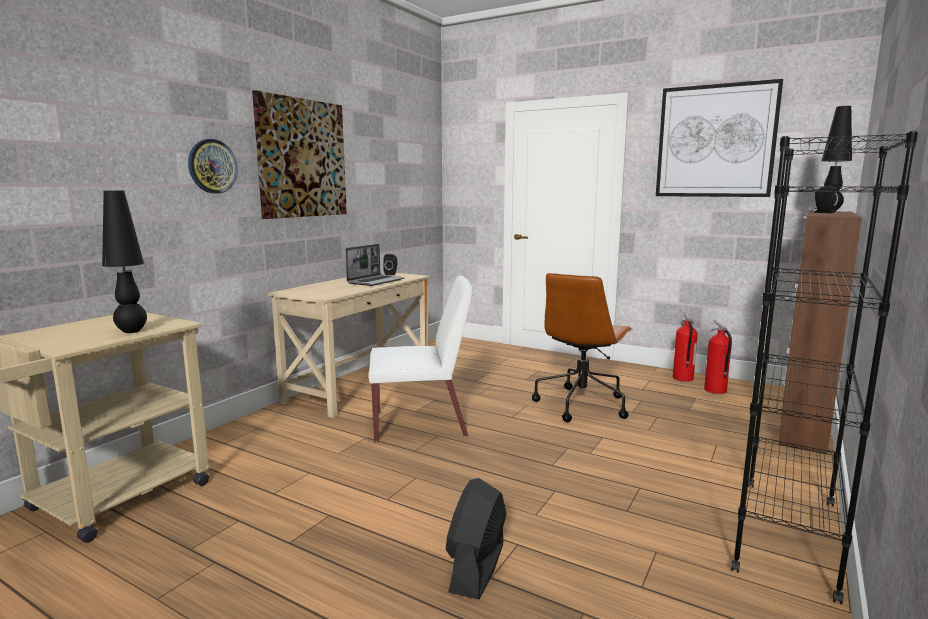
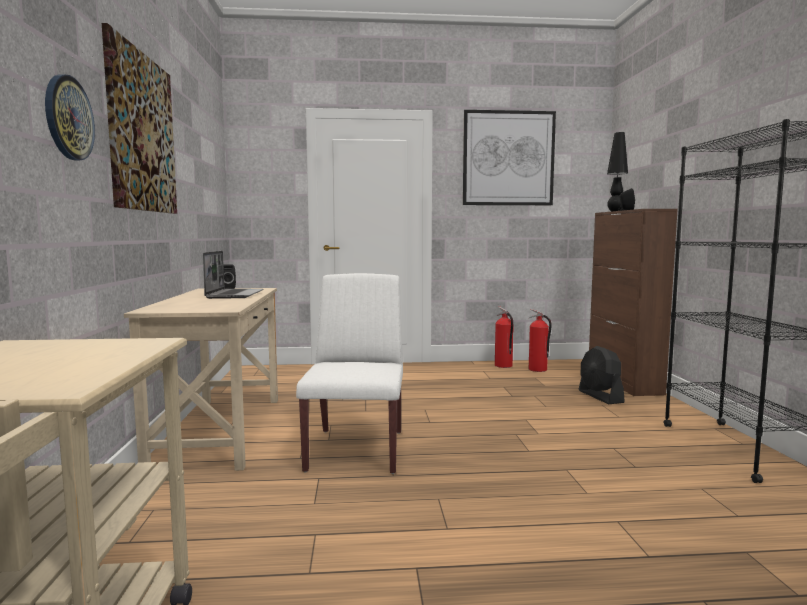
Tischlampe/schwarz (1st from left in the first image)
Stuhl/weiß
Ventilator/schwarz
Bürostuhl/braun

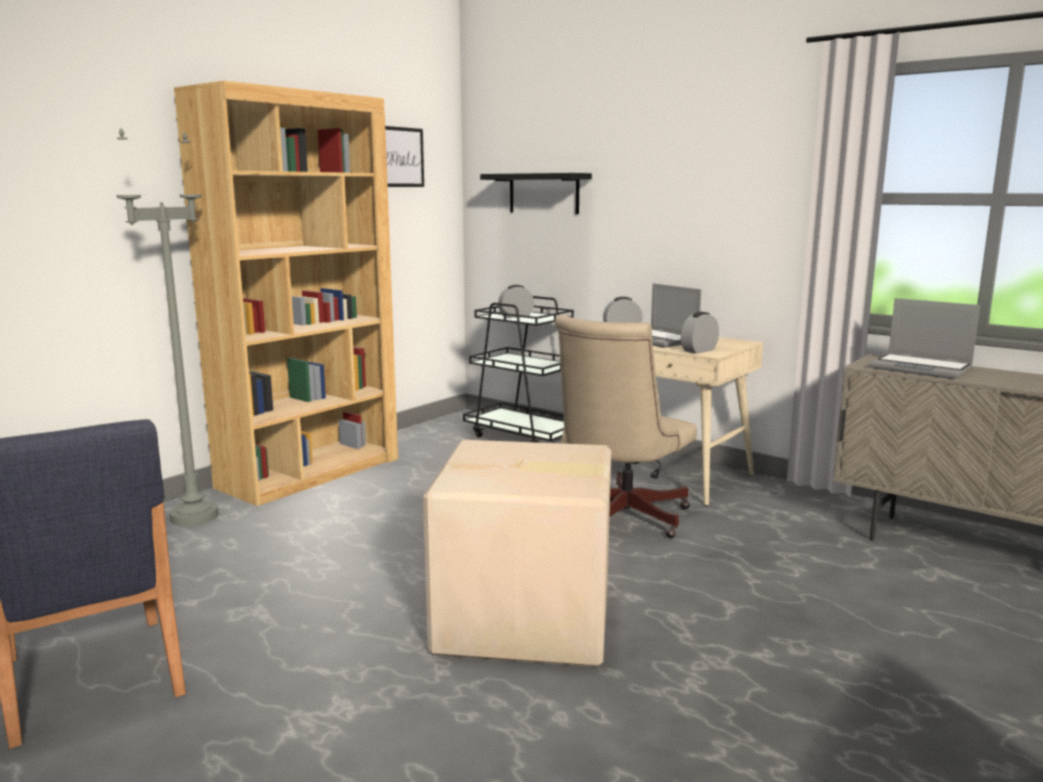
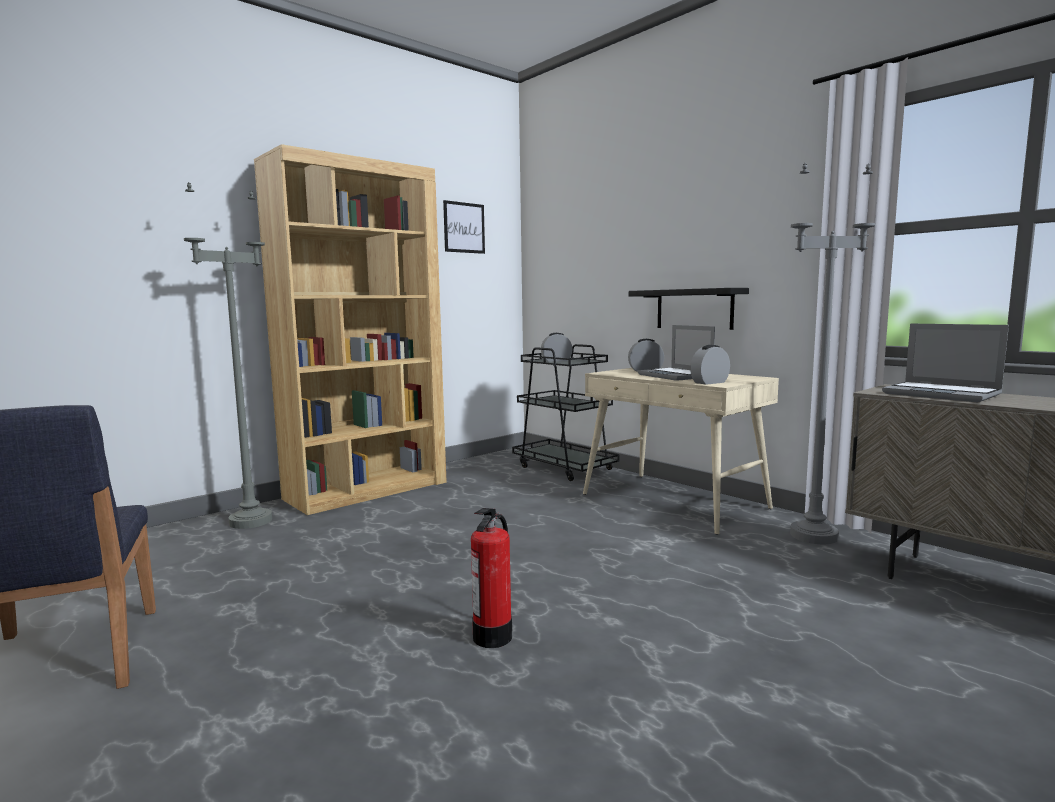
Feuerlöscher
Wandregal/schwarz
Bürostuhl/beige
Stehlampe/grau (2nd from left)

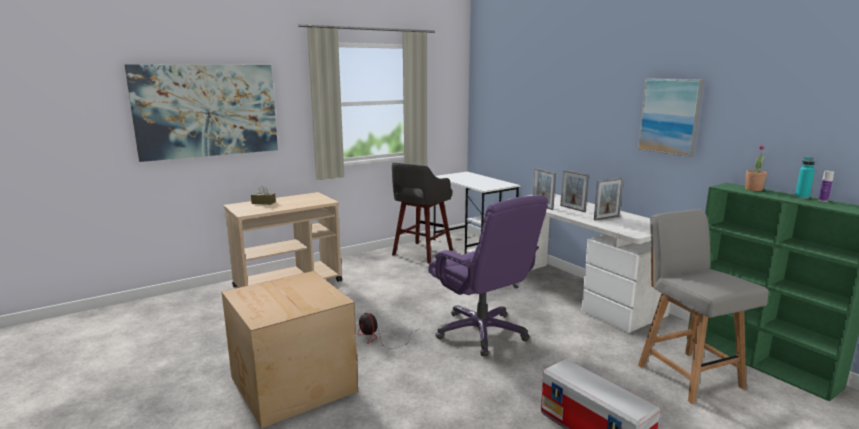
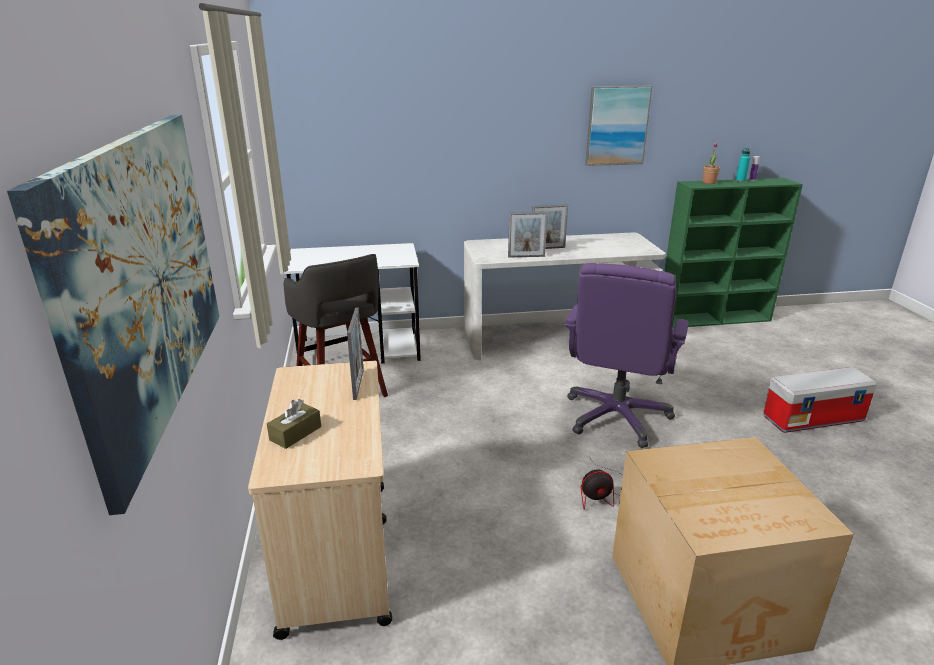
Bürostuhl/lila
Bilderrahmen (1st from left)
Stuhl/grau

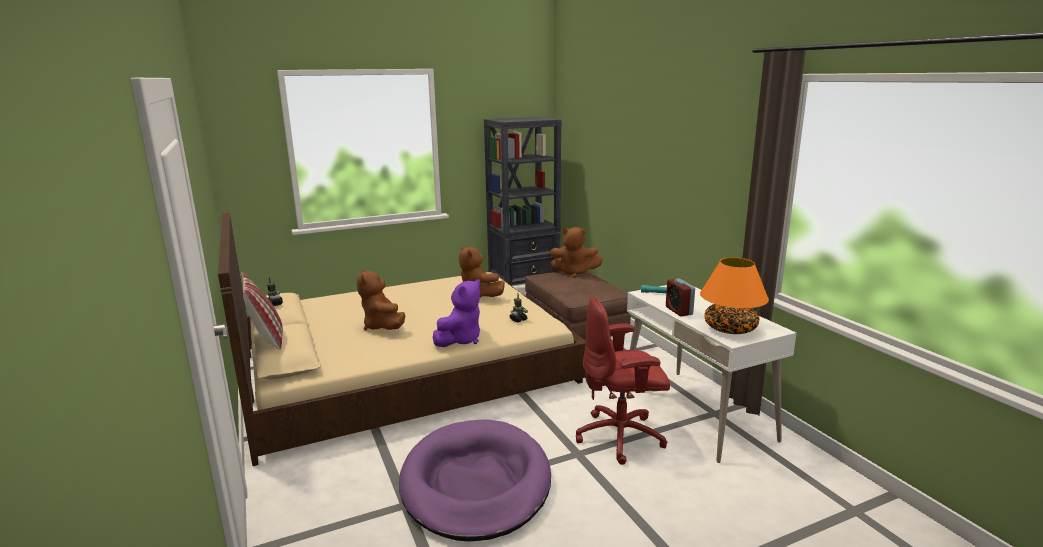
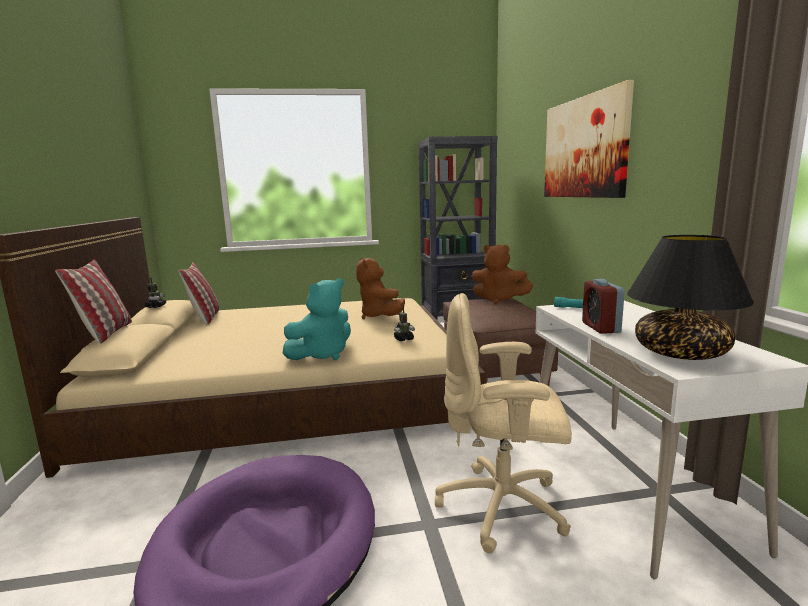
Plüschtier/braun (1st from left in the first image)
Plüschtier/türkis
Bürostuhl/beige
Tischlampe/schwarz
Kissen (2nd from left)
Bild

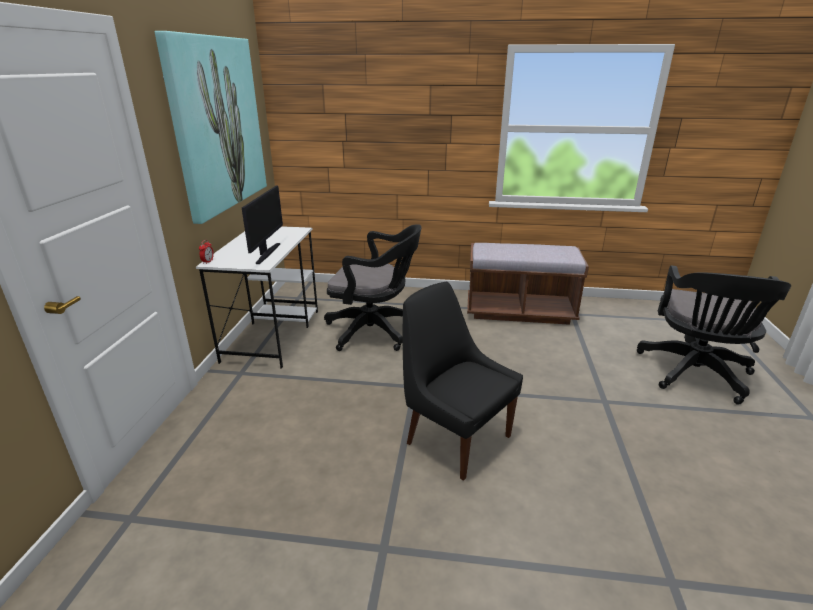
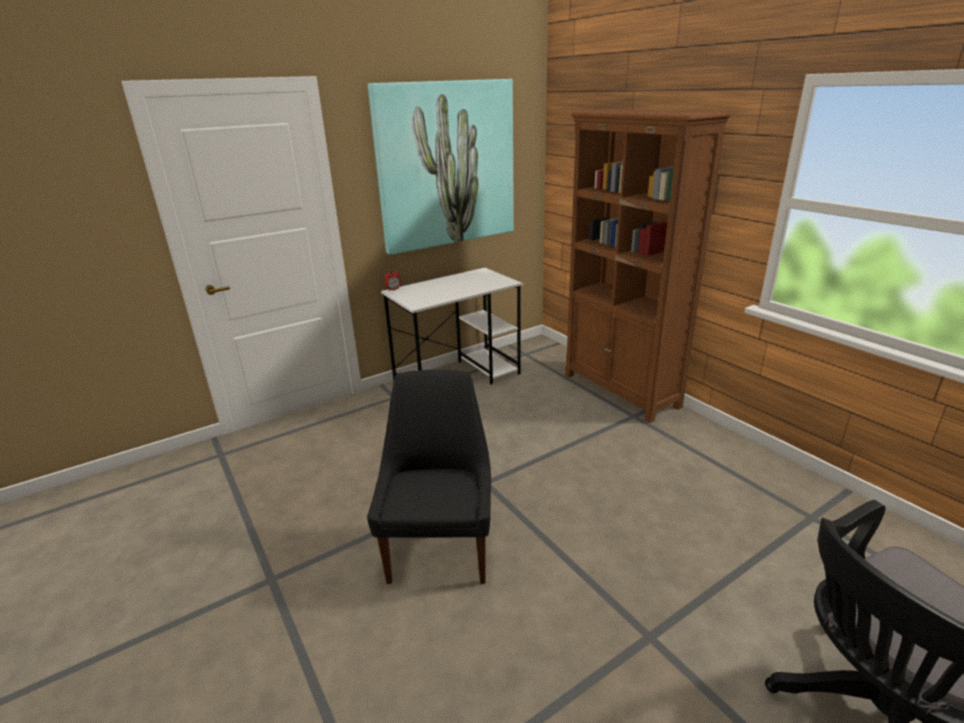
Monitor
Bürostuhl/schwarz (1st from left in the first image)
Bank/braun
Bücherregal/braun

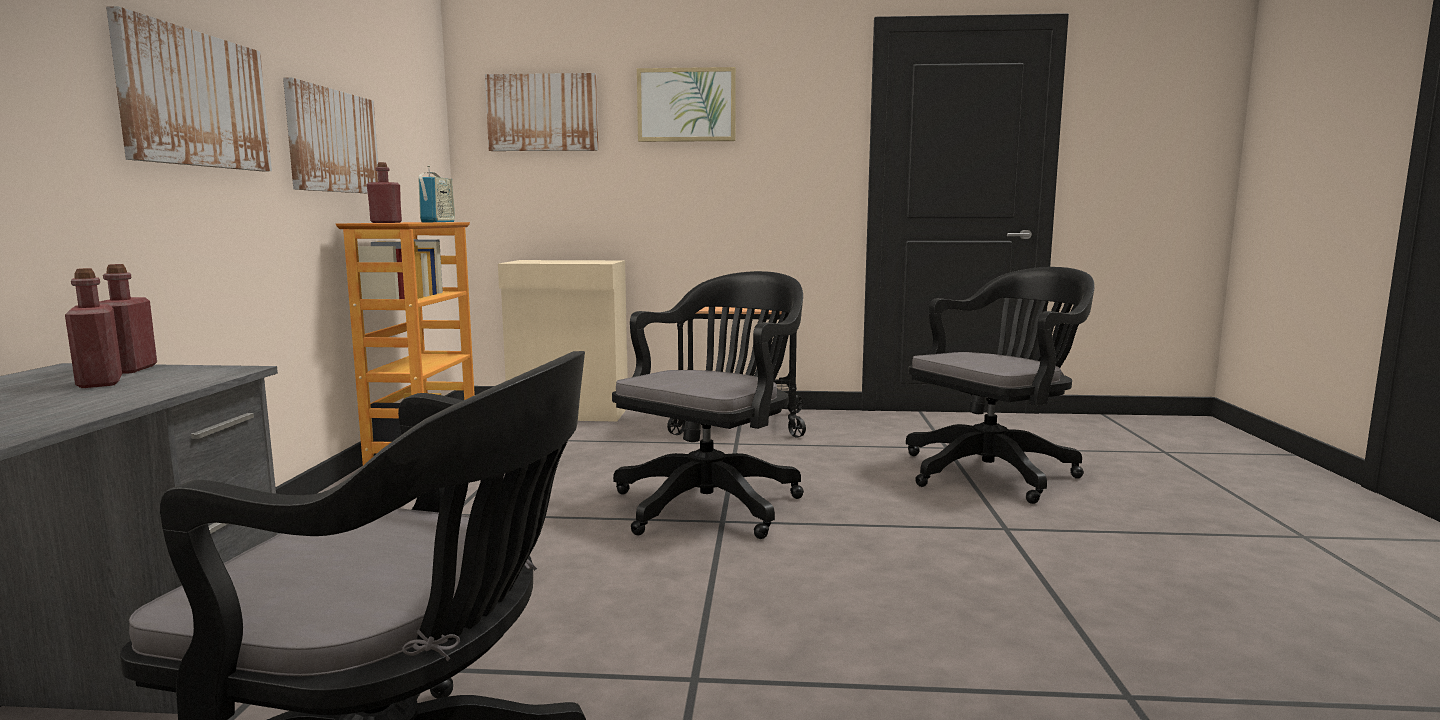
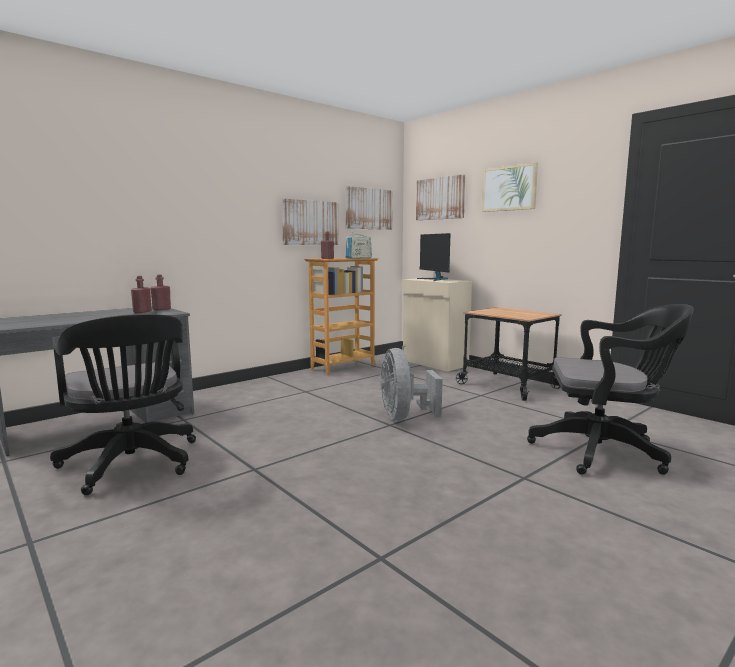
Bild (2nd from left)
Ventilator/grau
Monitor

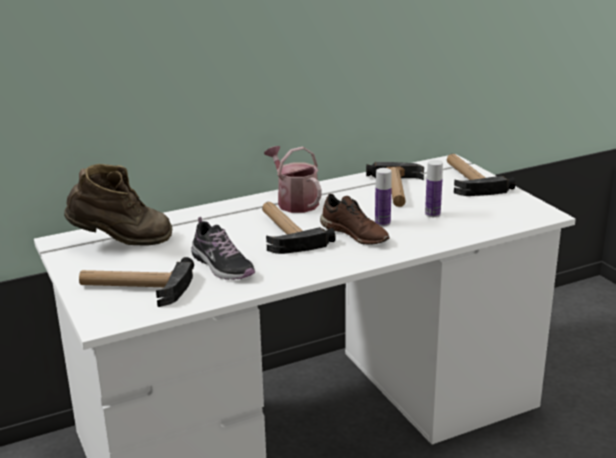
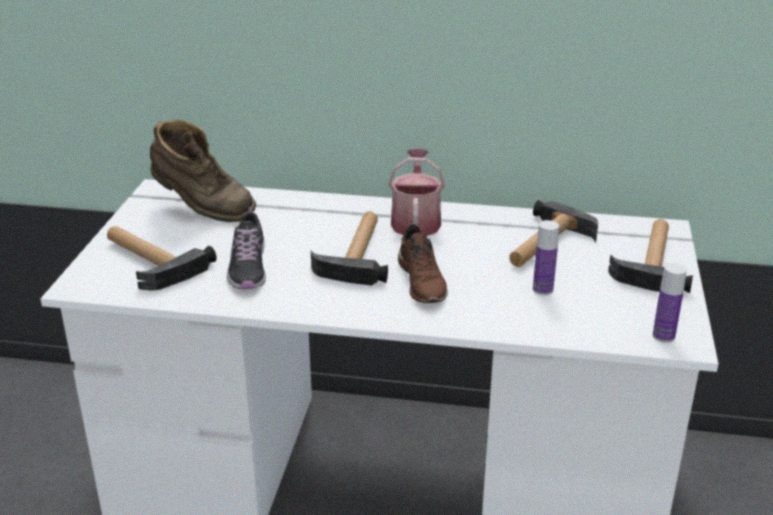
Flasche (2nd from left)

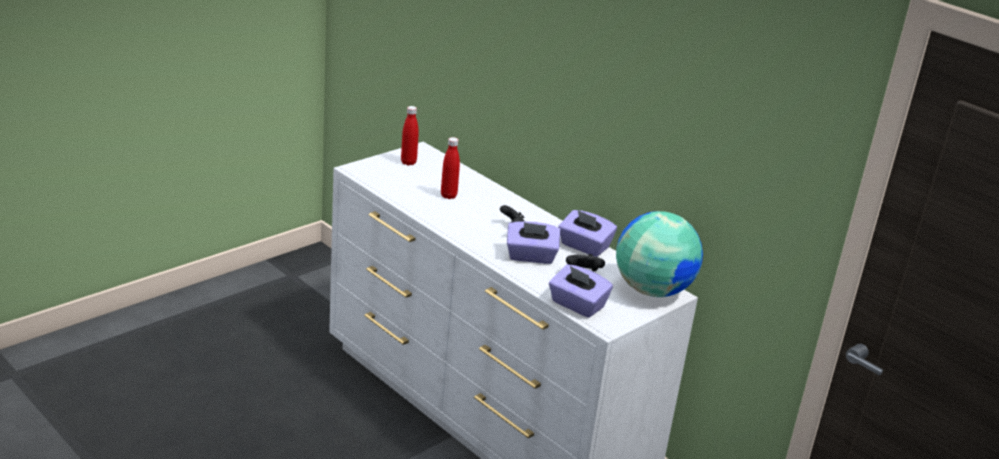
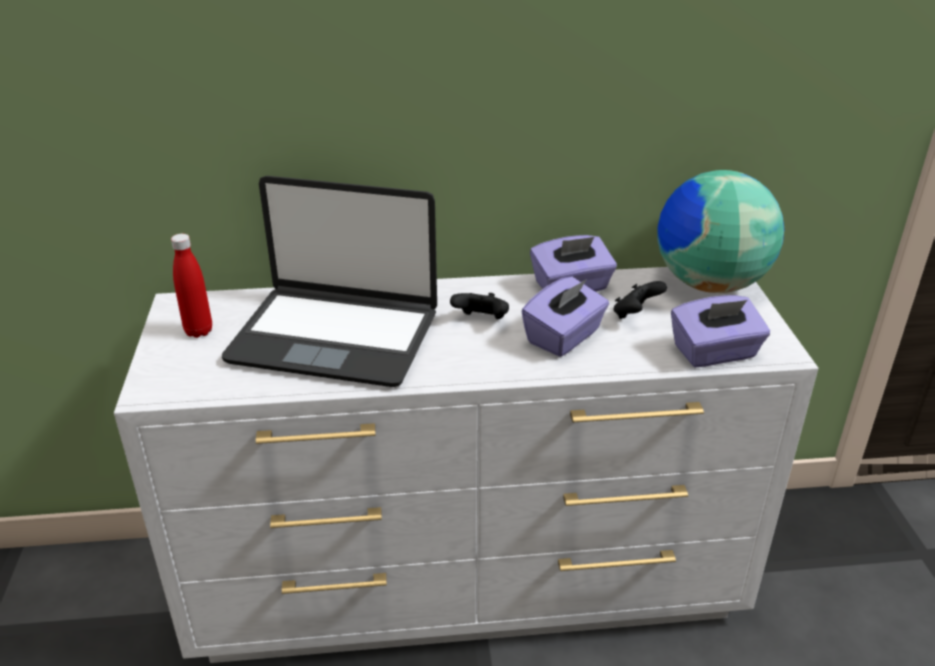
Laptop

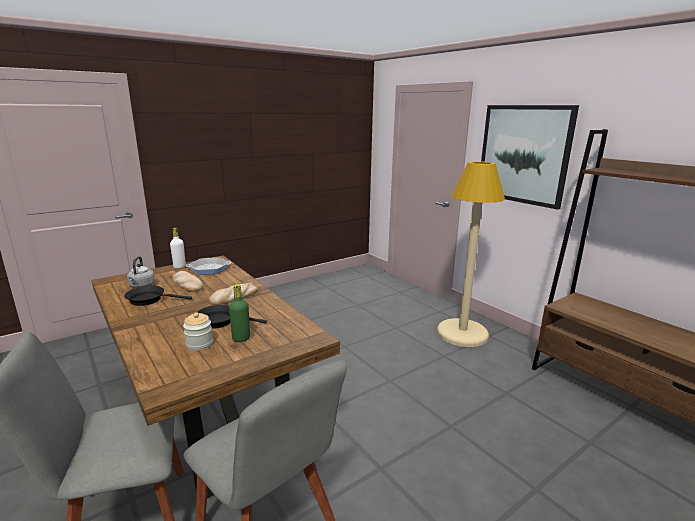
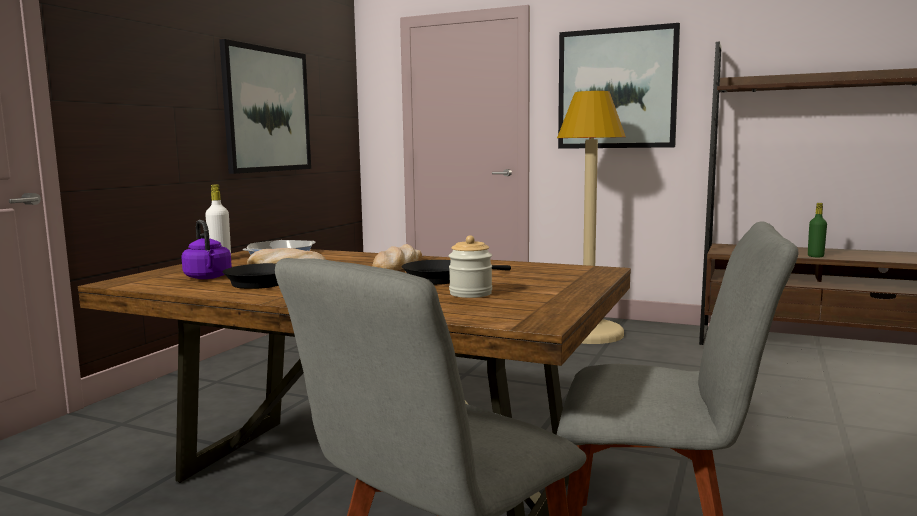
Wasserkessel/lila
Flasche/grün
Bild (1st from left)

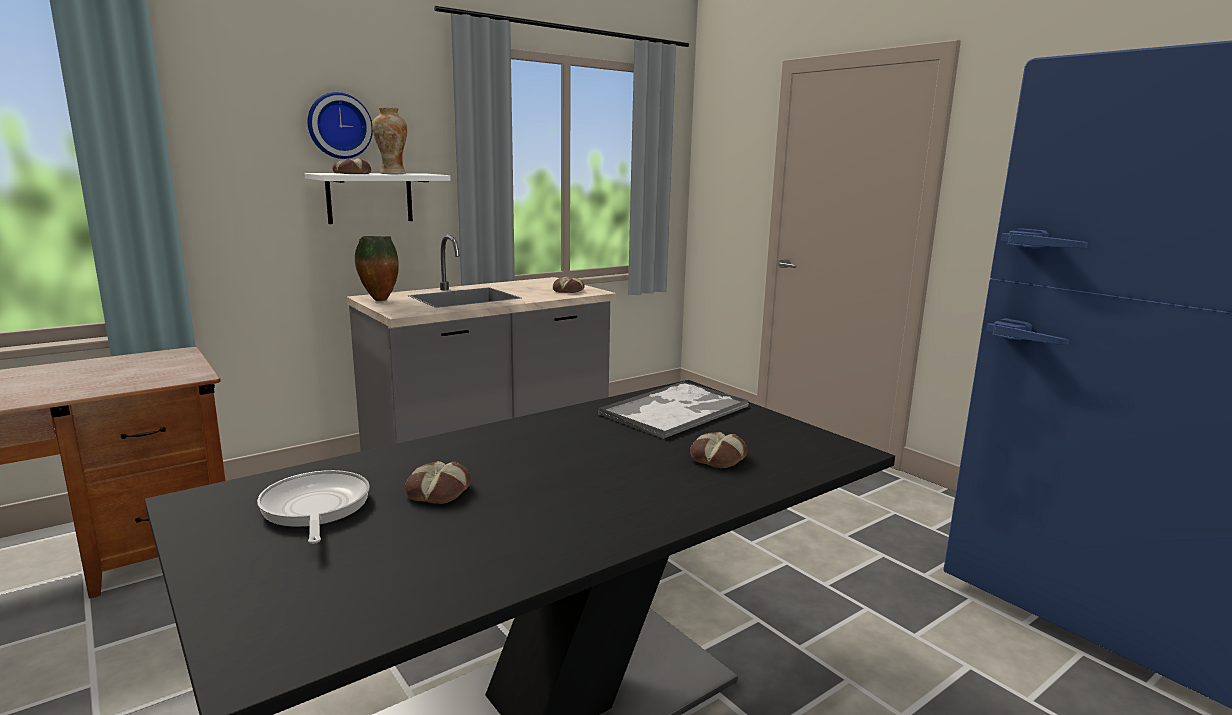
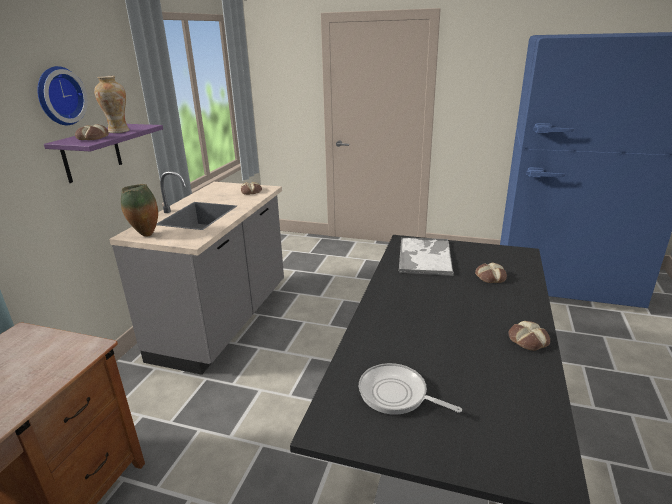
Wandregal/lila
Brot (4th from left)

